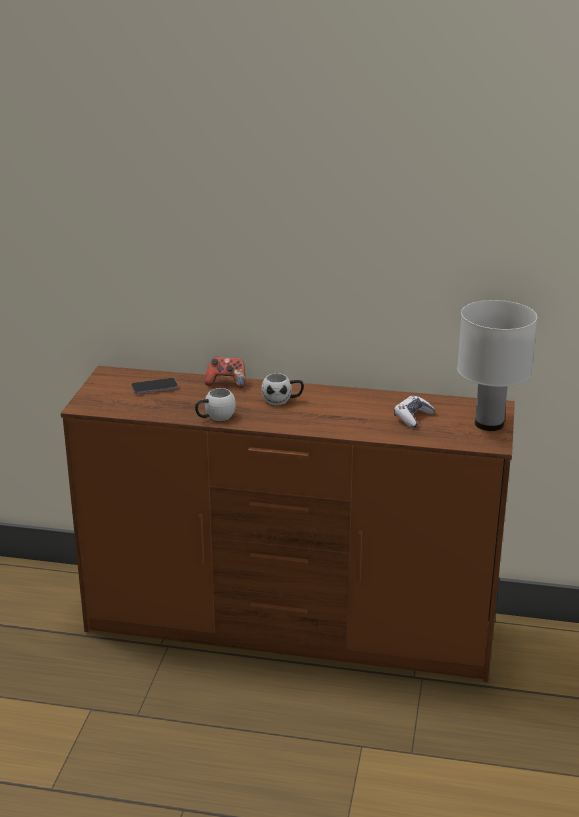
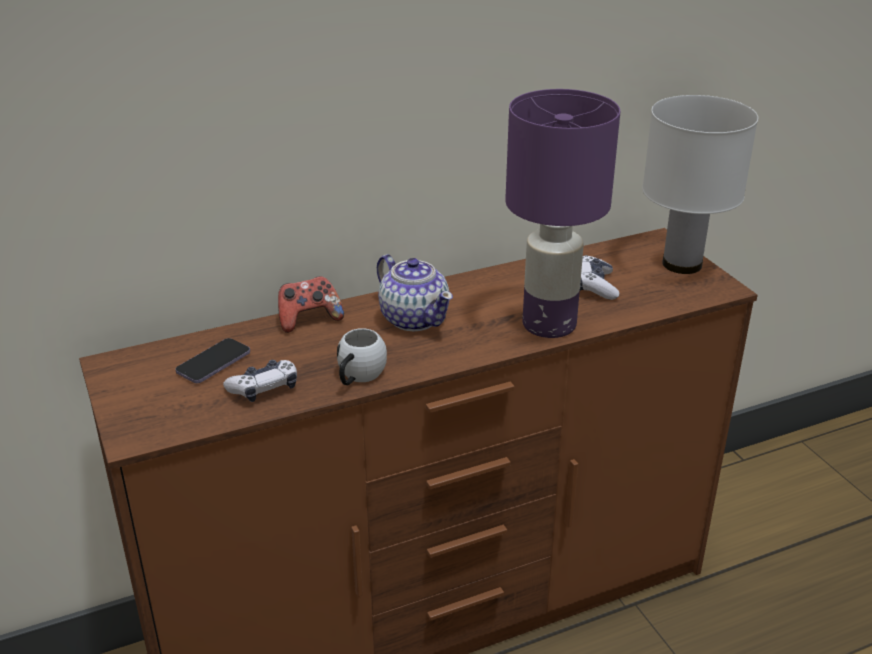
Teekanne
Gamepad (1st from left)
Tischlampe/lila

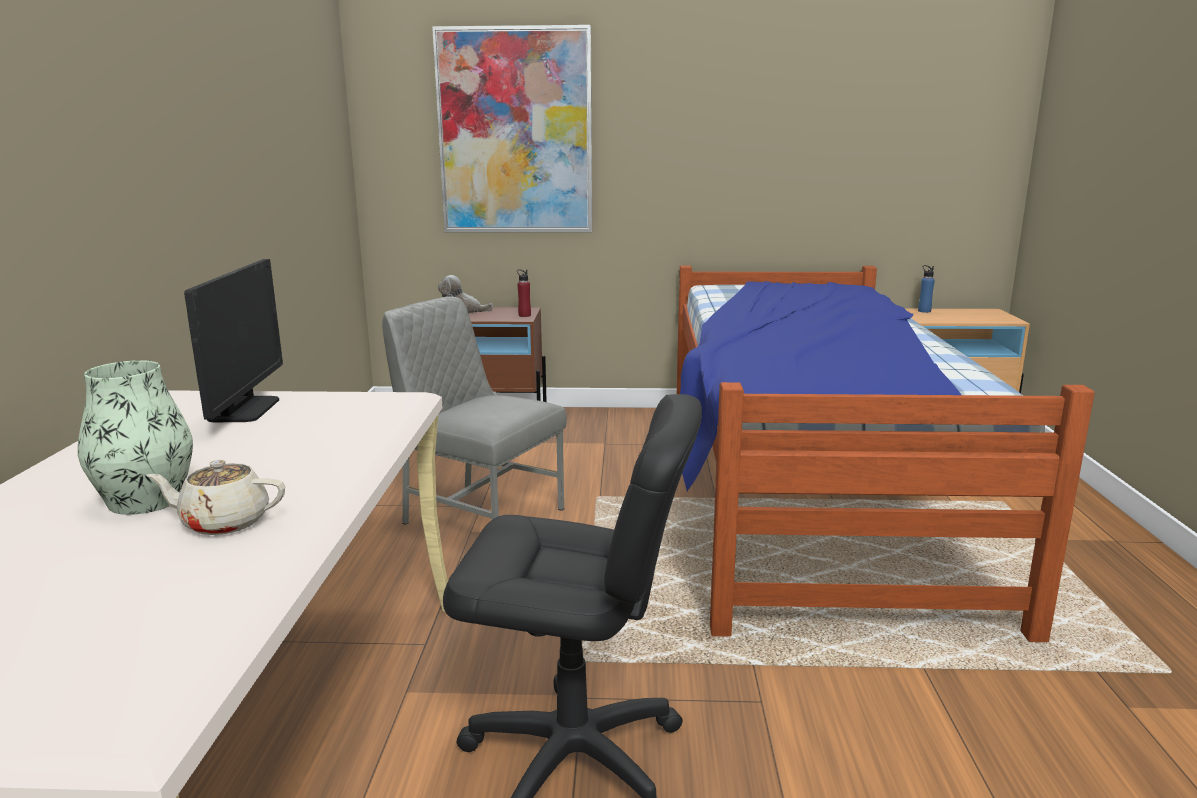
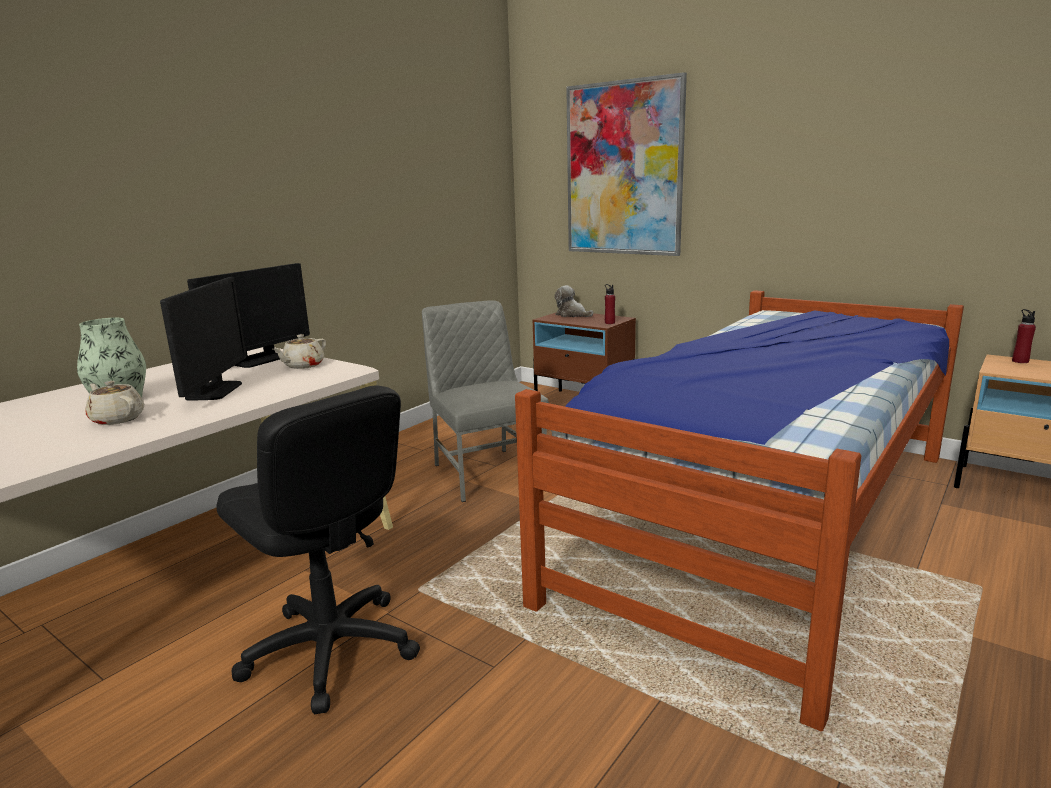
Flasche/rot (2nd from left)
Monitor (1st from left)
Teekanne/beige (2nd from left)

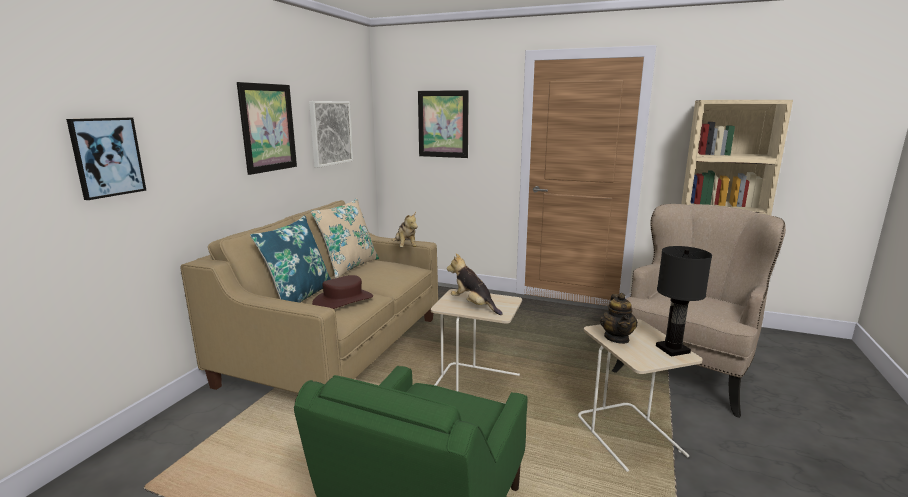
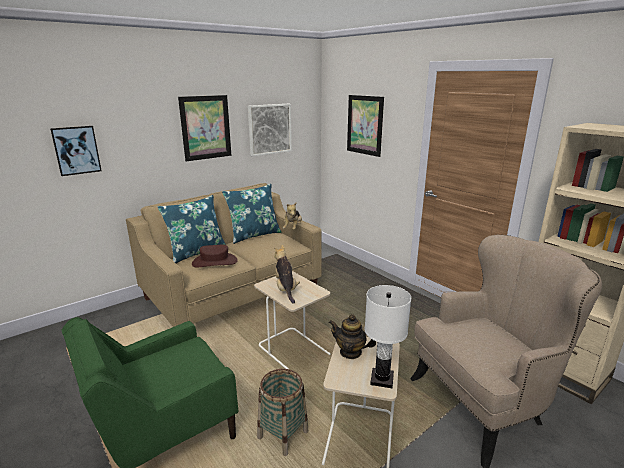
Kissen/blau (2nd from left)
Teekanne
Tischlampe/weiß
Korb

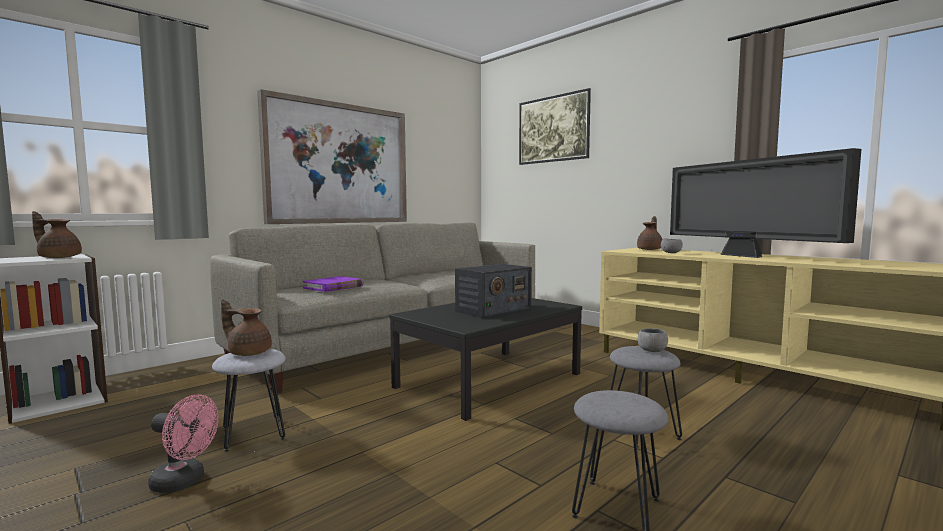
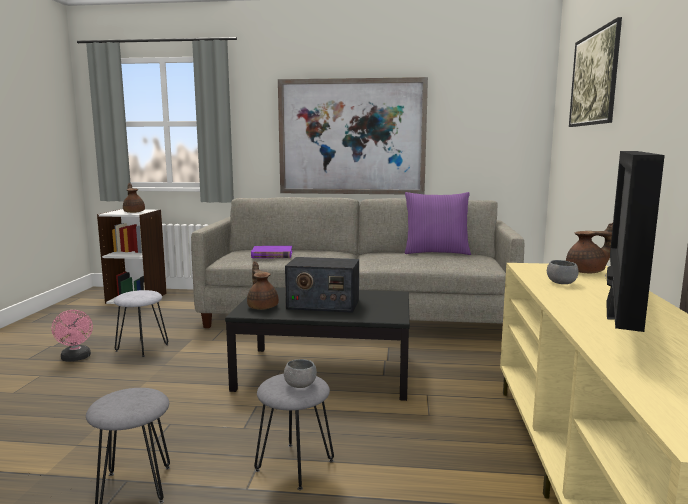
Teekanne/braun (2nd from left)
Kissen/lila

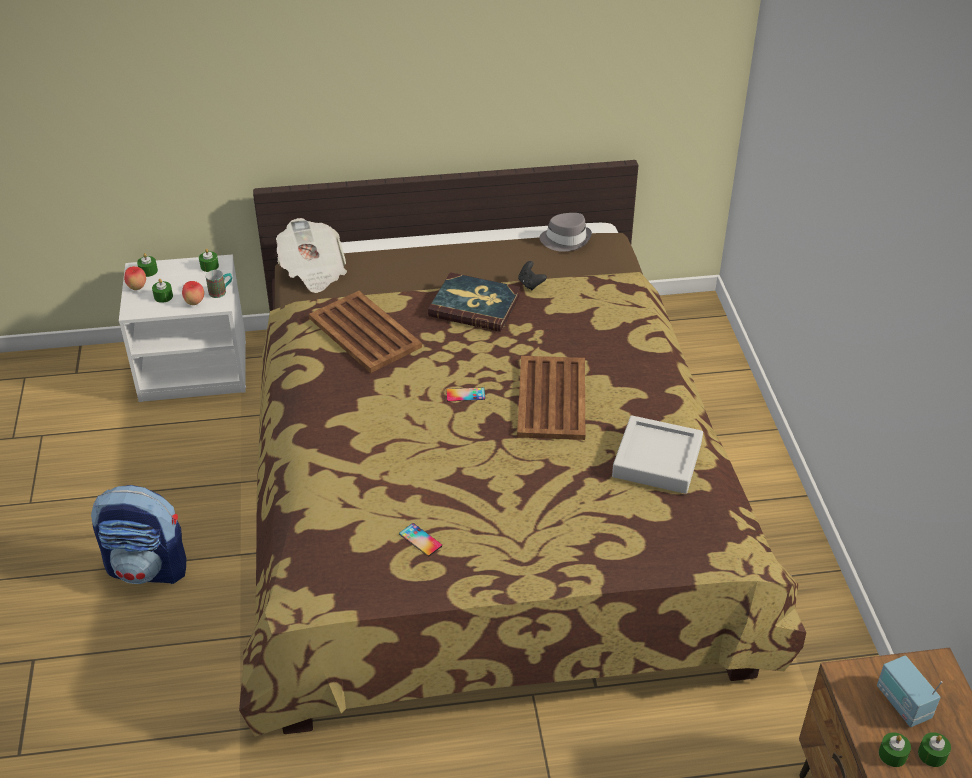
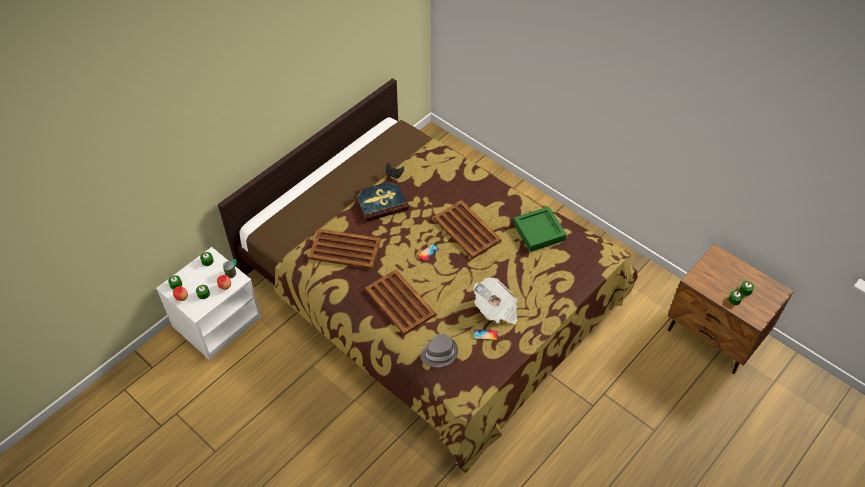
Rucksack
Zeitung
Hut/grau
Tablett/grün
Radio
Tablett/braun (2nd from left)

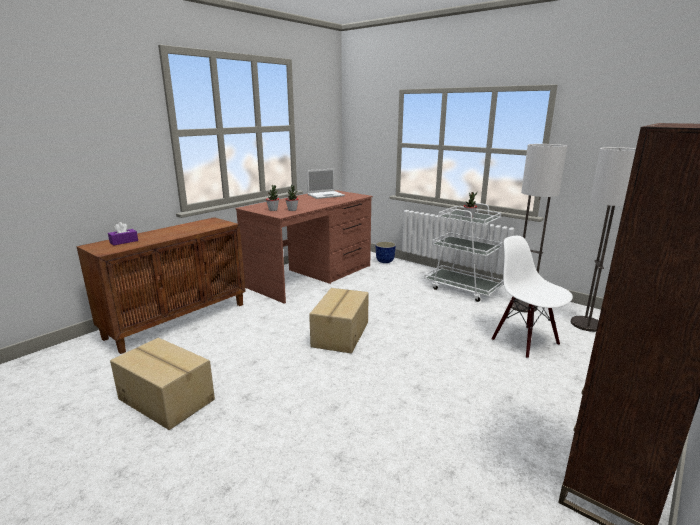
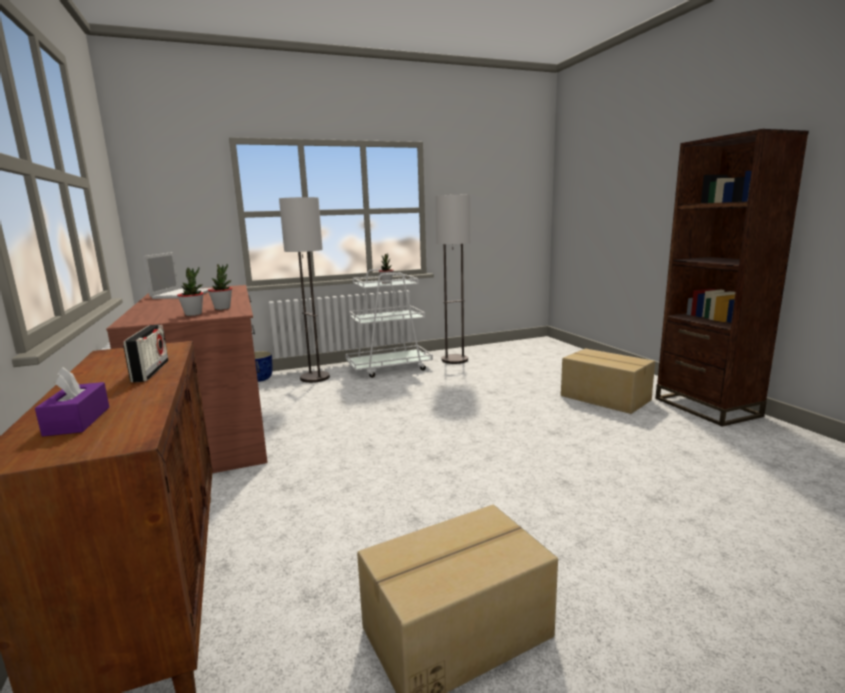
Karton (2nd from left)
Stuhl/weiß
Stehlampe (1st from left)
Radio

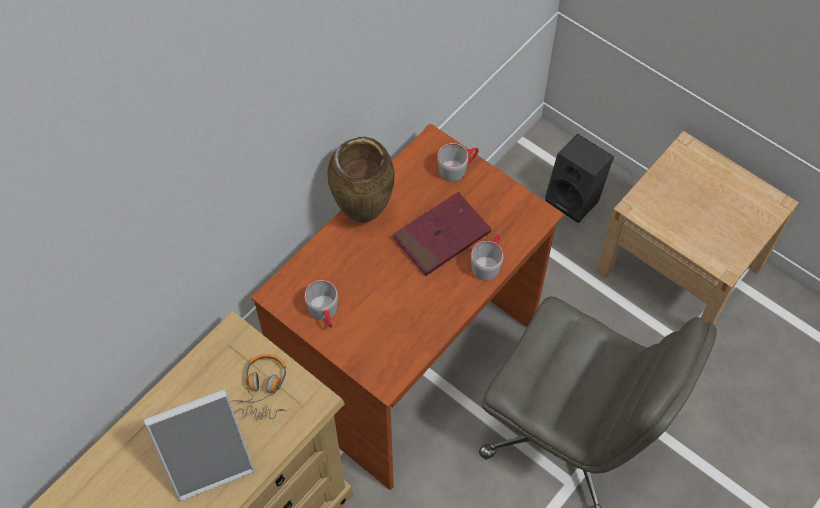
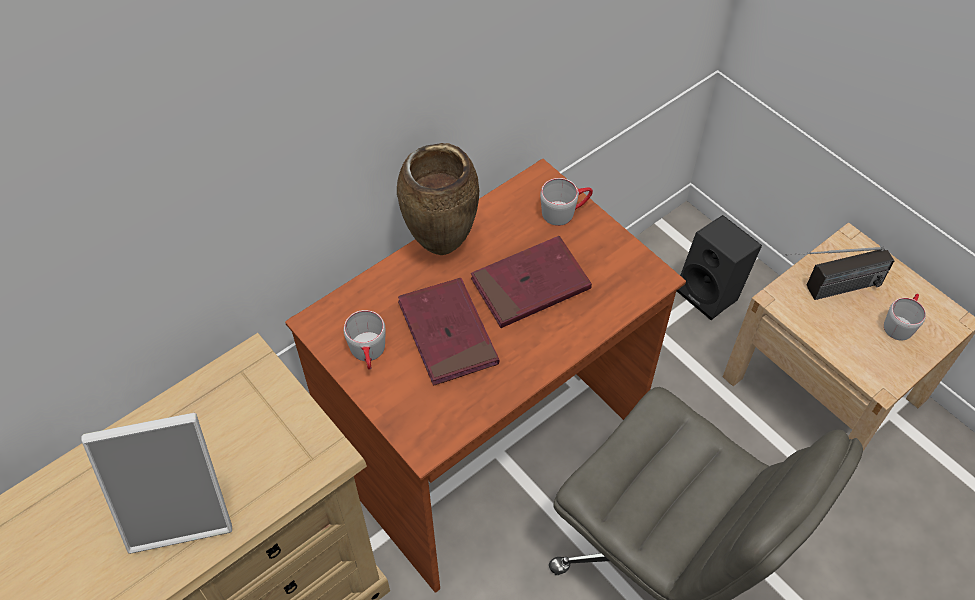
Kopfhörer
Henkelbecher/grau (3rd from left)
Buch/rot (1st from left)
Radio

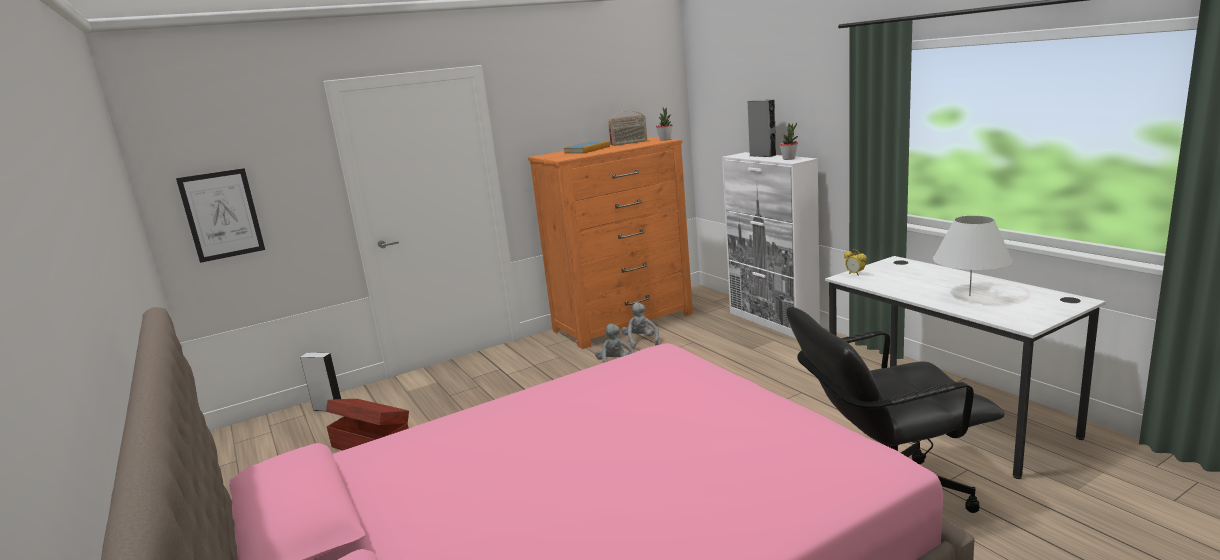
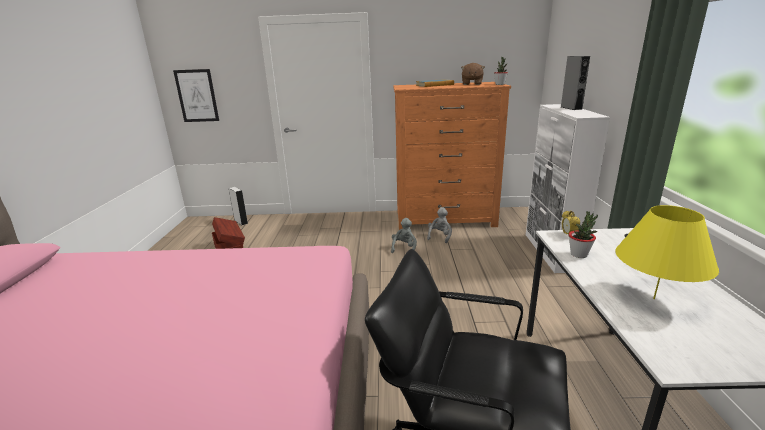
Plüschtier/braun
Topfpflanze (2nd from left)
Tischlampe/gelb

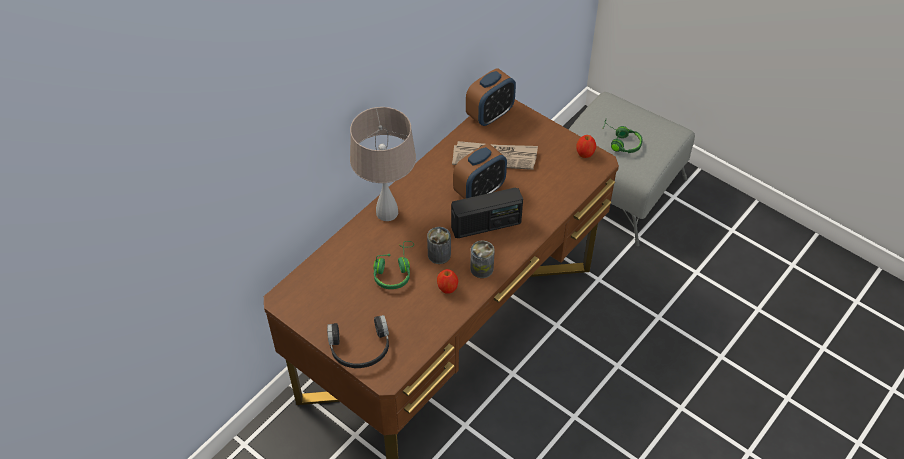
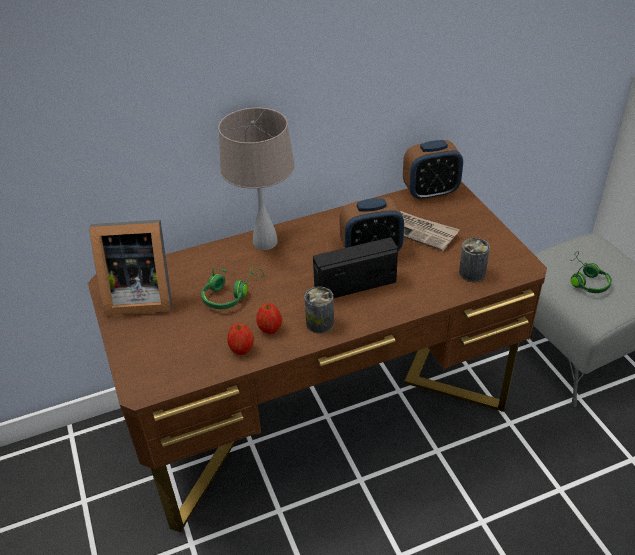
Kopfhörer/schwarz
Dose (2nd from left)
Radio
Apfel (1st from left)
Bilderrahmen

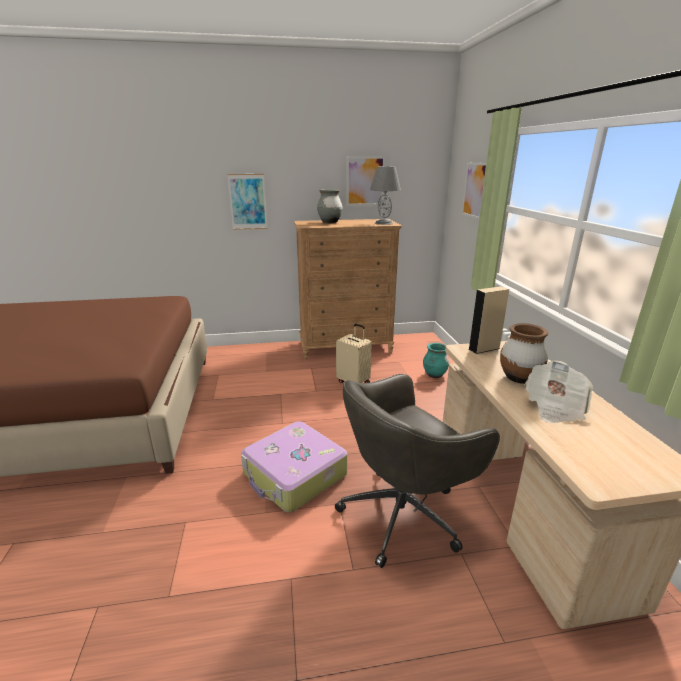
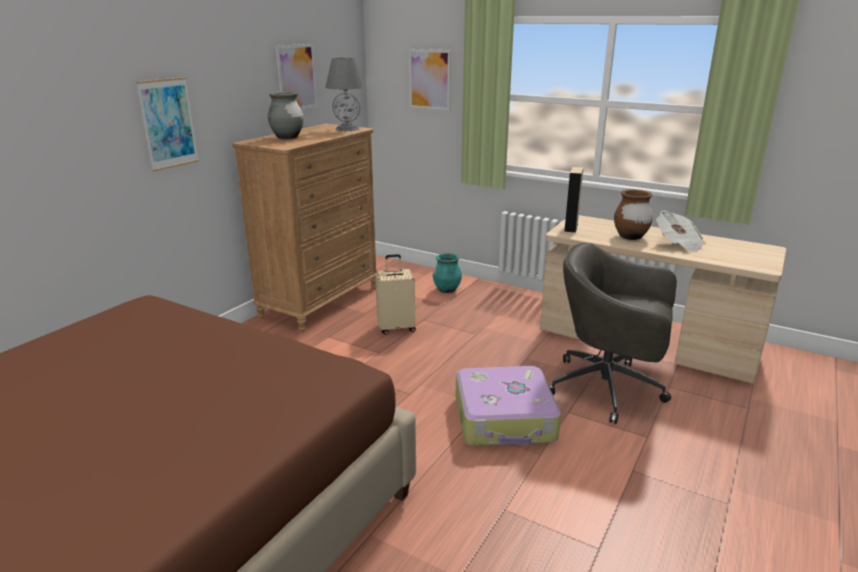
Bürostuhl/grau

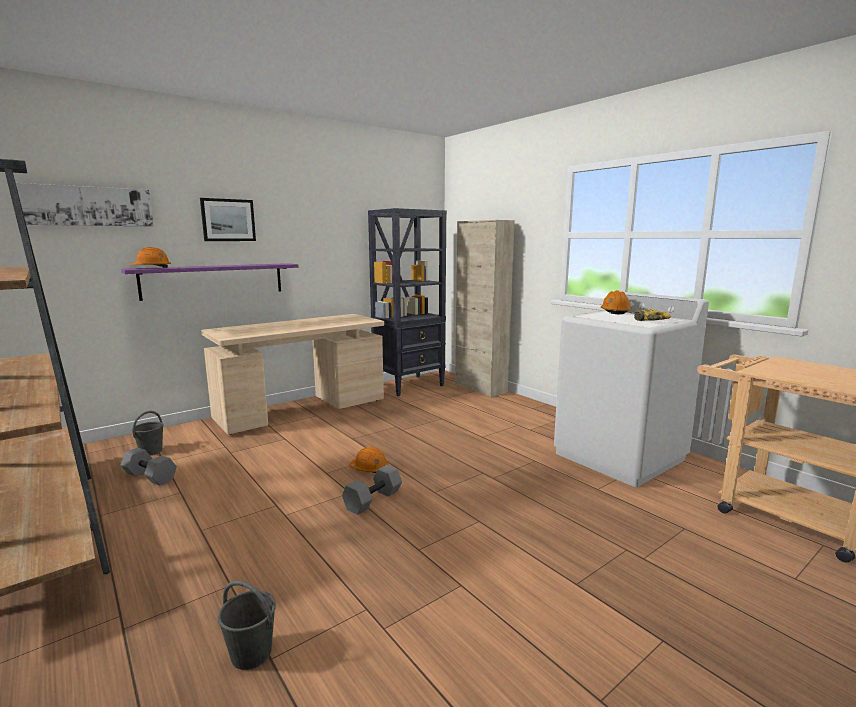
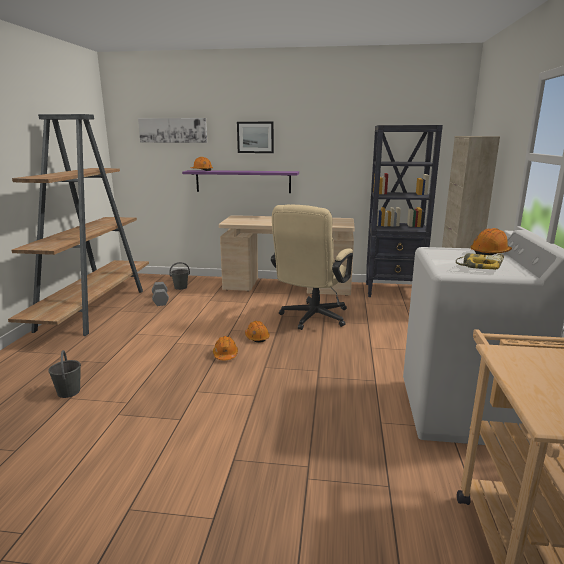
Schutzhelm/orange (2nd from left)
Bürostuhl/beige

